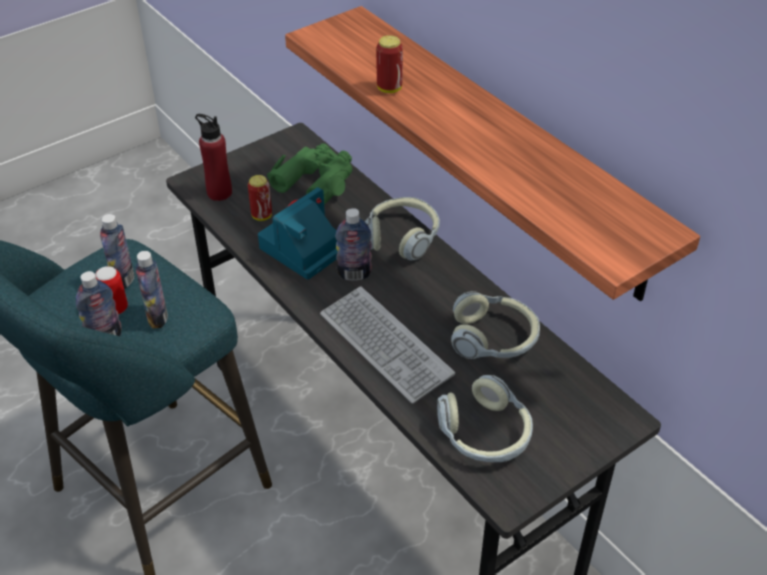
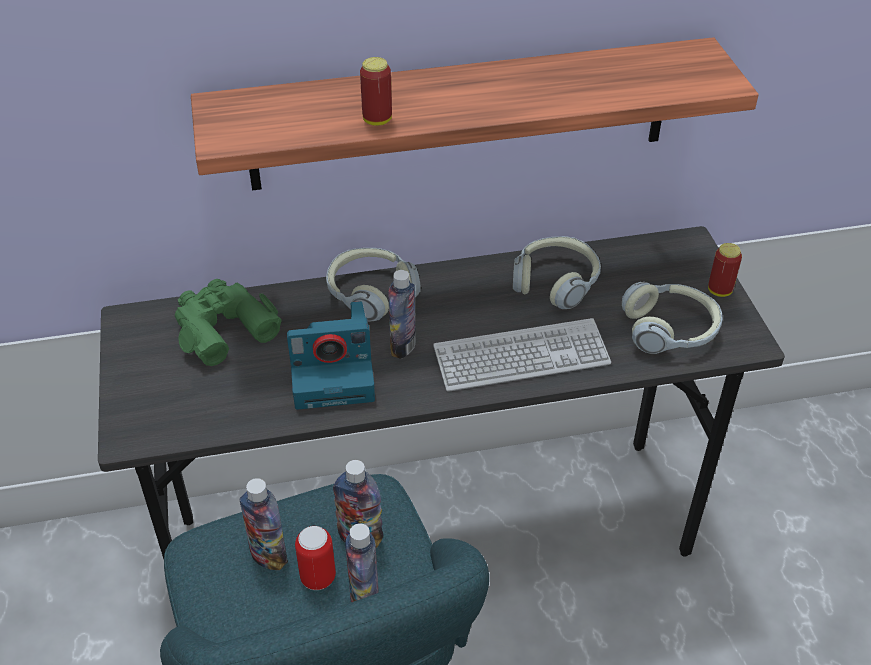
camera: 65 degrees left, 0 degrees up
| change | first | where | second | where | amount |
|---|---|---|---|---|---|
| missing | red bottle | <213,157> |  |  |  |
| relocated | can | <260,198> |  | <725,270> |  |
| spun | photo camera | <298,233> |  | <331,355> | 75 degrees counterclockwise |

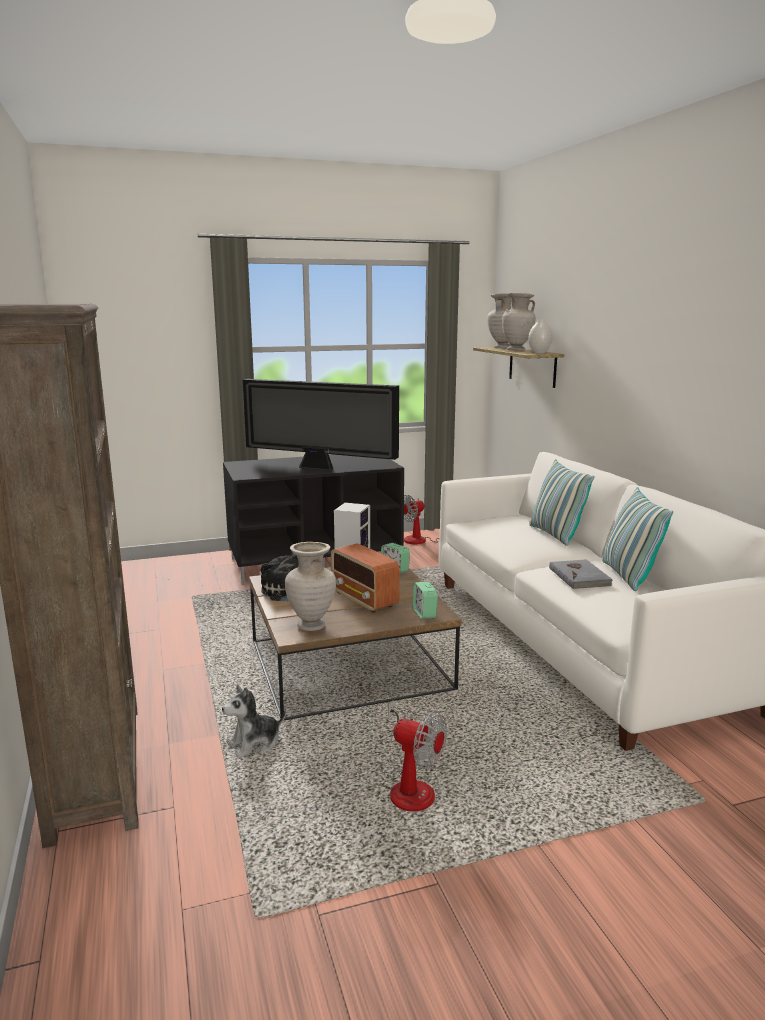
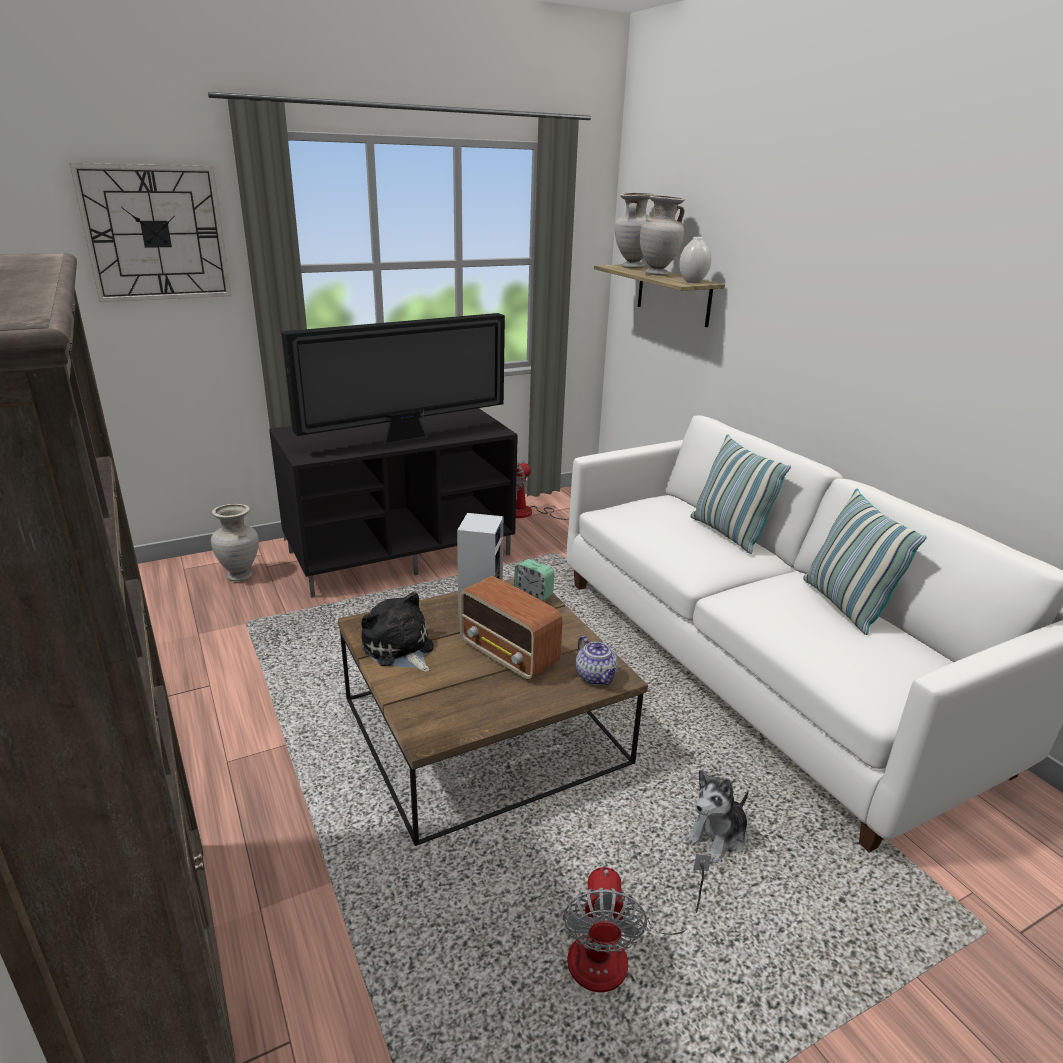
camera: 10 degrees left, 10 degrees up
| change | first | where | second | where | amount |
|---|---|---|---|---|---|
| missing | grey book | <581,574> |  |  |  |
| appeared |  |  | wall clock | <150,232> |  |
| relocated | plush toy | <254,721> |  | <716,816> |  |
| relocated | beige vase | <310,586> |  | <235,542> |  |
| exchanged | alarm clock | <425,600> | teapot | <597,660> |  |
| spun | television | <321,425> |  | <393,379> | 45 degrees counterclockwise |
| spun | fan | <414,755> |  | <637,923> | 75 degrees clockwise |

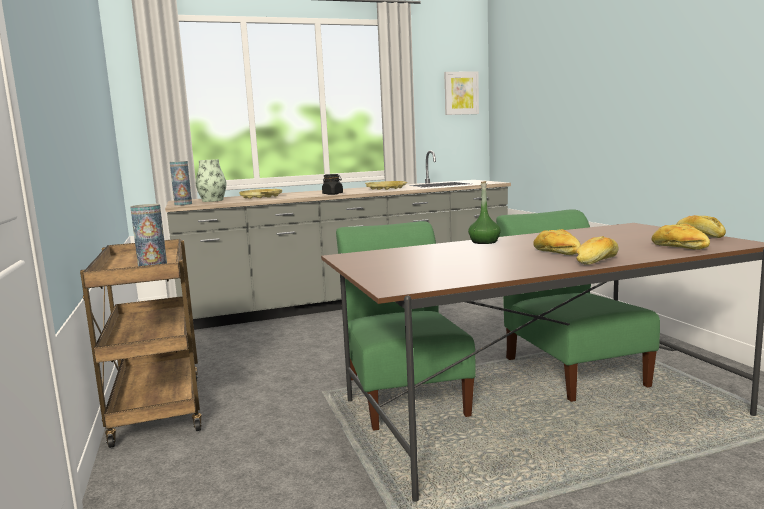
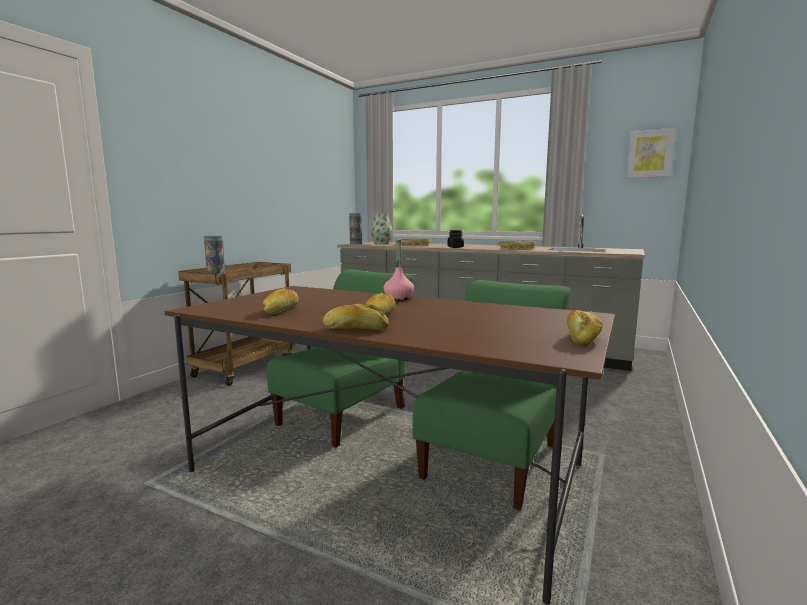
camera: 45 degrees right, 0 degrees up
| change | first | where | second | where | amount |
|---|---|---|---|---|---|
| relocated | bread | <681,237> |  | <280,301> |  |
| colour | green bottle | <484,212> | pink bottle | <399,270> |  |

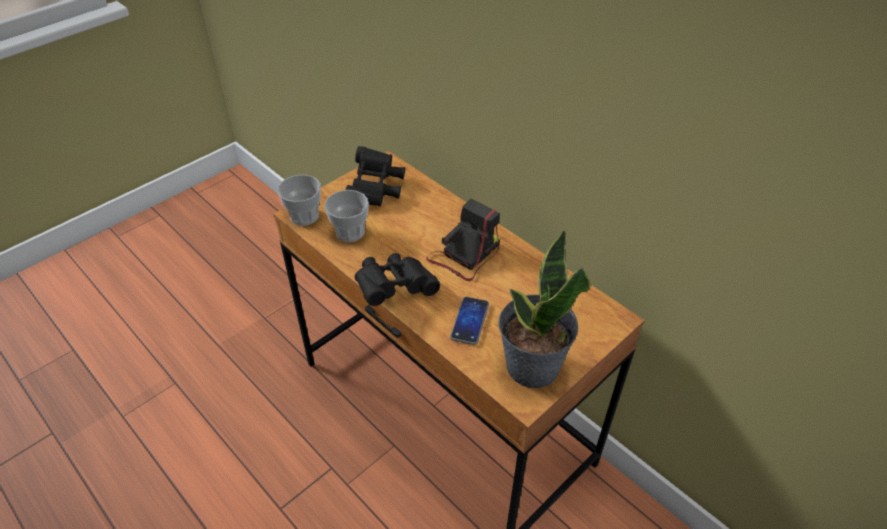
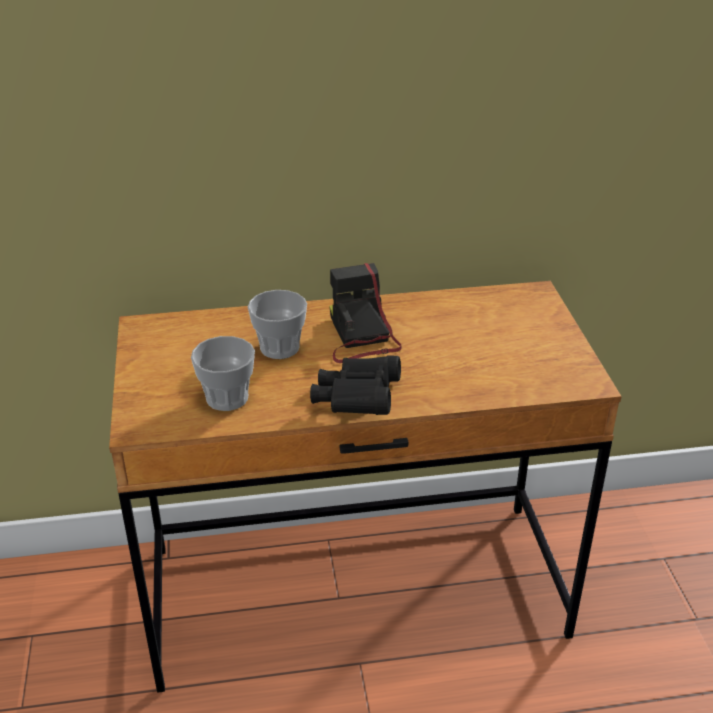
camera: 55 degrees left, 10 degrees down
| change | first | where | second | where | amount |
|---|---|---|---|---|---|
| missing | black binoculars | <375,176> |  |  |  |
| missing | phone | <469,321> |  |  |  |
| missing | potted plant | <544,308> |  |  |  |
| relocated | cup | <299,200> |  | <277,324> |  |

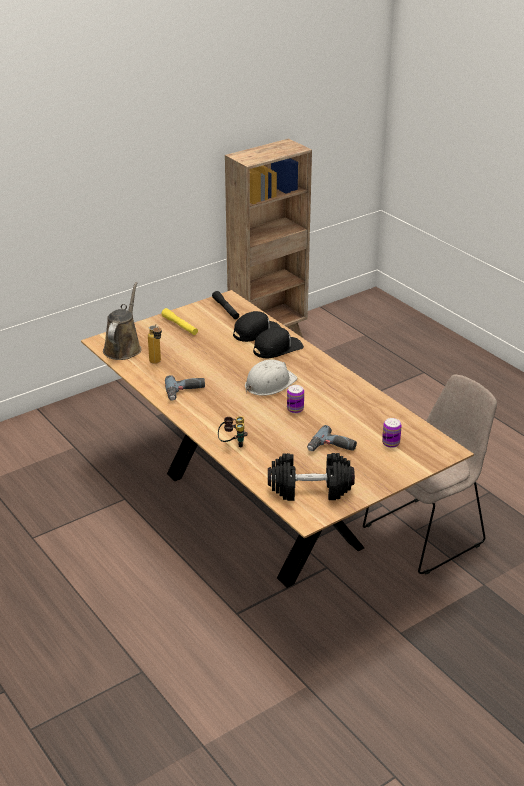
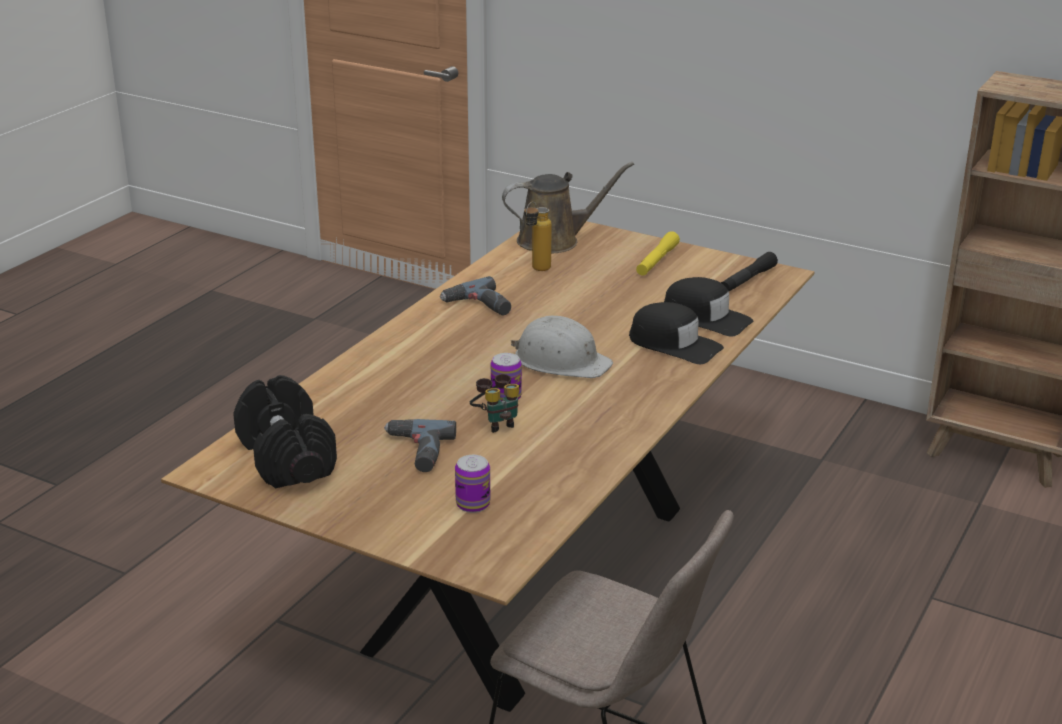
camera: 65 degrees right, 5 degrees down
| change | first | where | second | where | amount |
|---|---|---|---|---|---|
| relocated | binoculars | <233,431> |  | <494,403> |  |

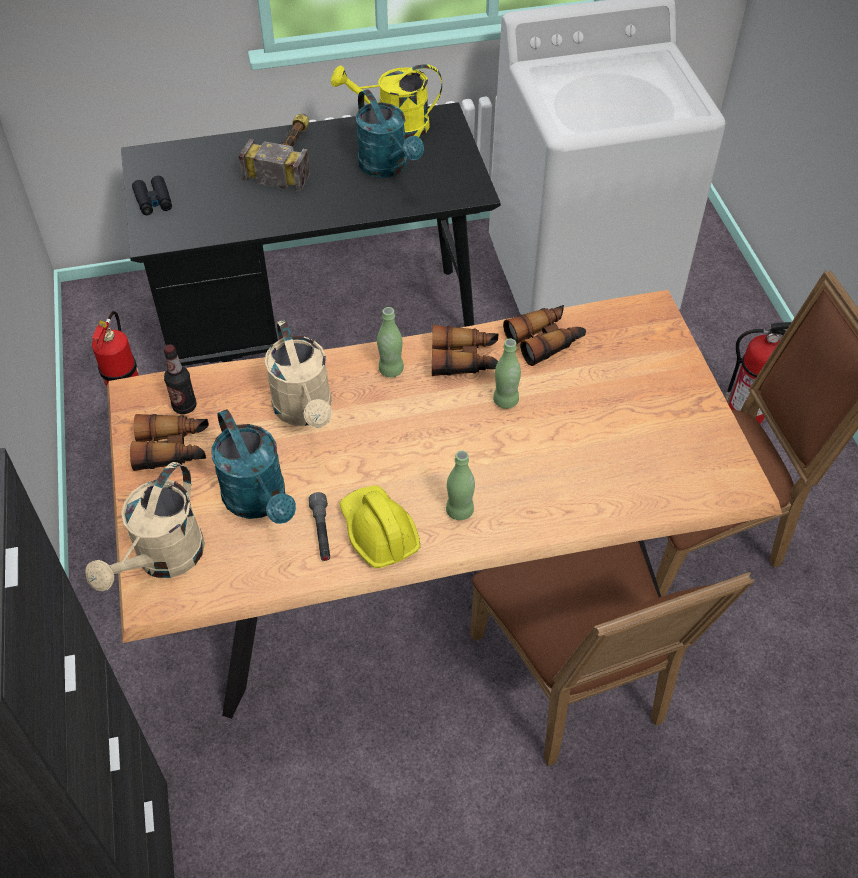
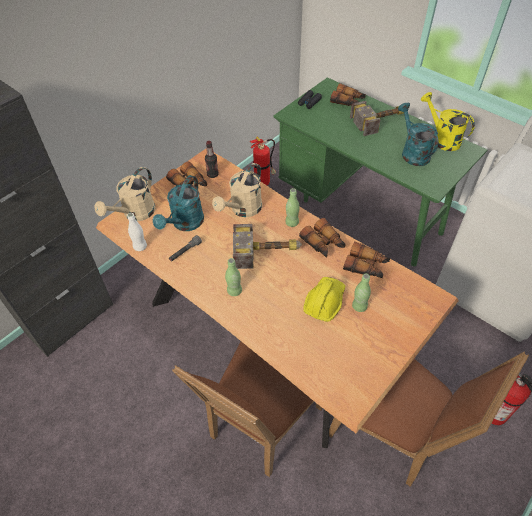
camera: 55 degrees right, 0 degrees up
| change | first | where | second | where | amount |
|---|---|---|---|---|---|
| appeared |  |  | white bottle | <137,232> |  |
| appeared |  |  | hammer | <267,246> |  |
| appeared |  |  | binoculars | <348,94> |  |
| relocated | yellow hard hat | <380,526> |  | <324,299> |  |
| relocated | green bottle | <507,373> |  | <361,293> |  |
| colour | black desk | <311,234> | green desk | <380,171> |  |
| spun | beige watering can | <145,526> |  | <124,194> | 45 degrees counterclockwise |
| spun | turquoise watering can | <390,134> |  | <418,134> | 135 degrees clockwise |

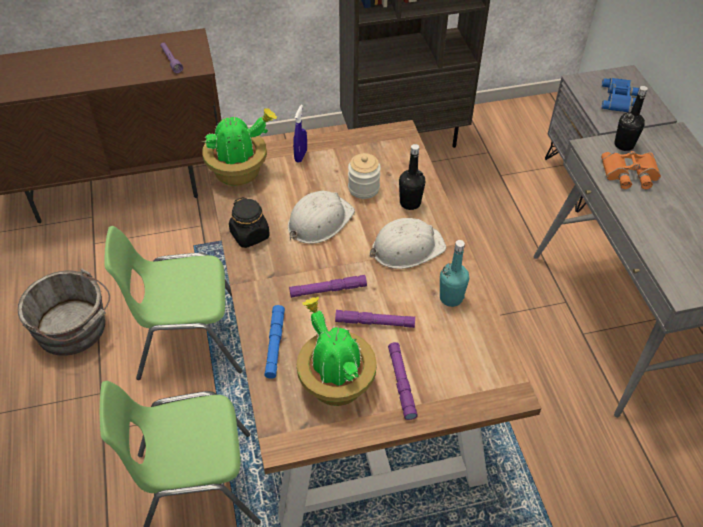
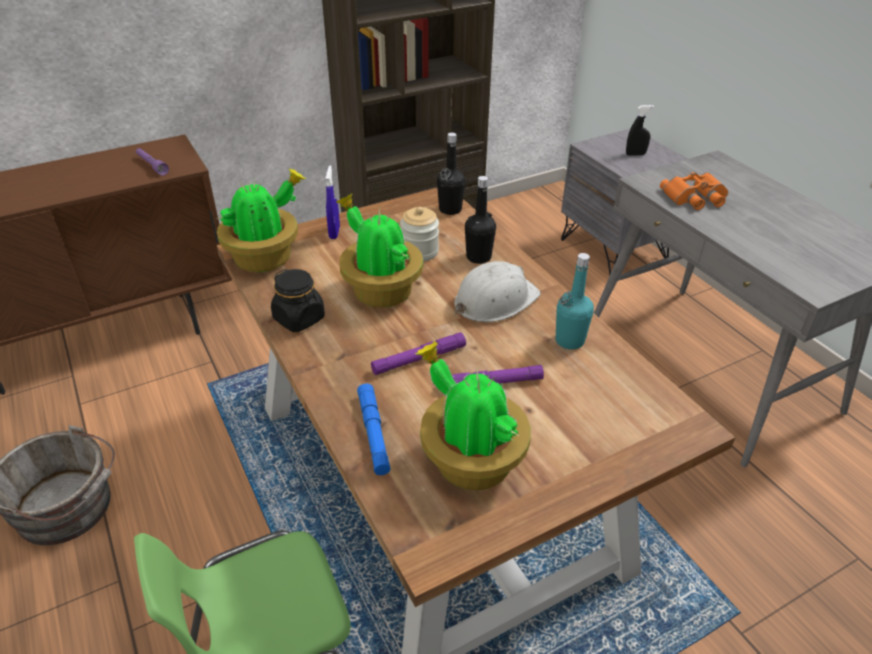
camera: 15 degrees left, 10 degrees down
| change | first | where | second | where | amount |
|---|---|---|---|---|---|
| missing | green chair | <173,303> |  |  |  |
| missing | purple flashlight | <403,381> |  |  |  |
| relocated | black bottle | <631,118> |  | <451,174> |  |
| exchanged | white hard hat | <321,217> | potted plant | <379,250> |  |
| exchanged | blue binoculars | <620,95> | black spray bottle | <640,130> |  |

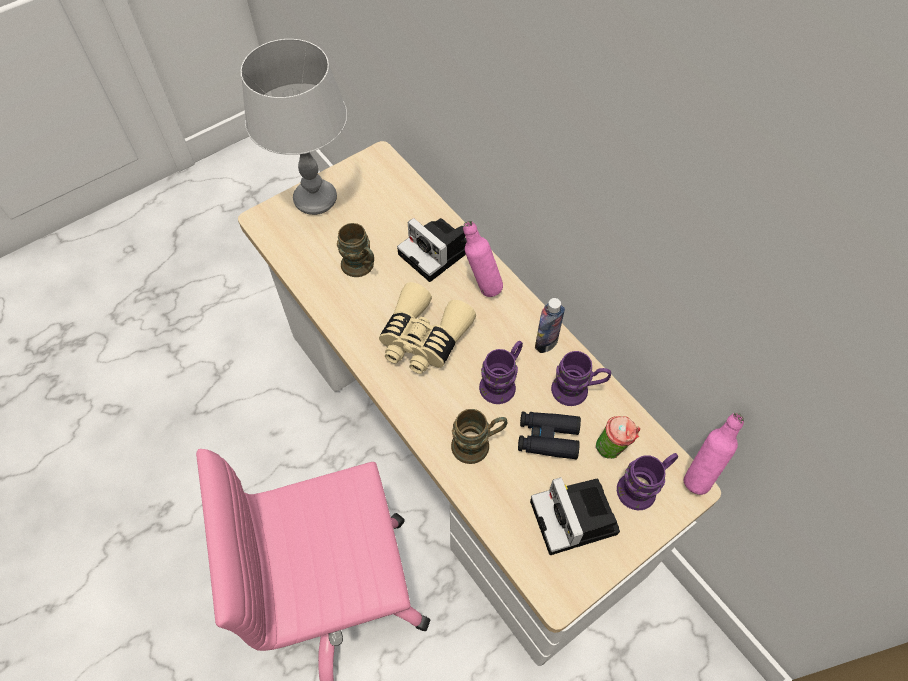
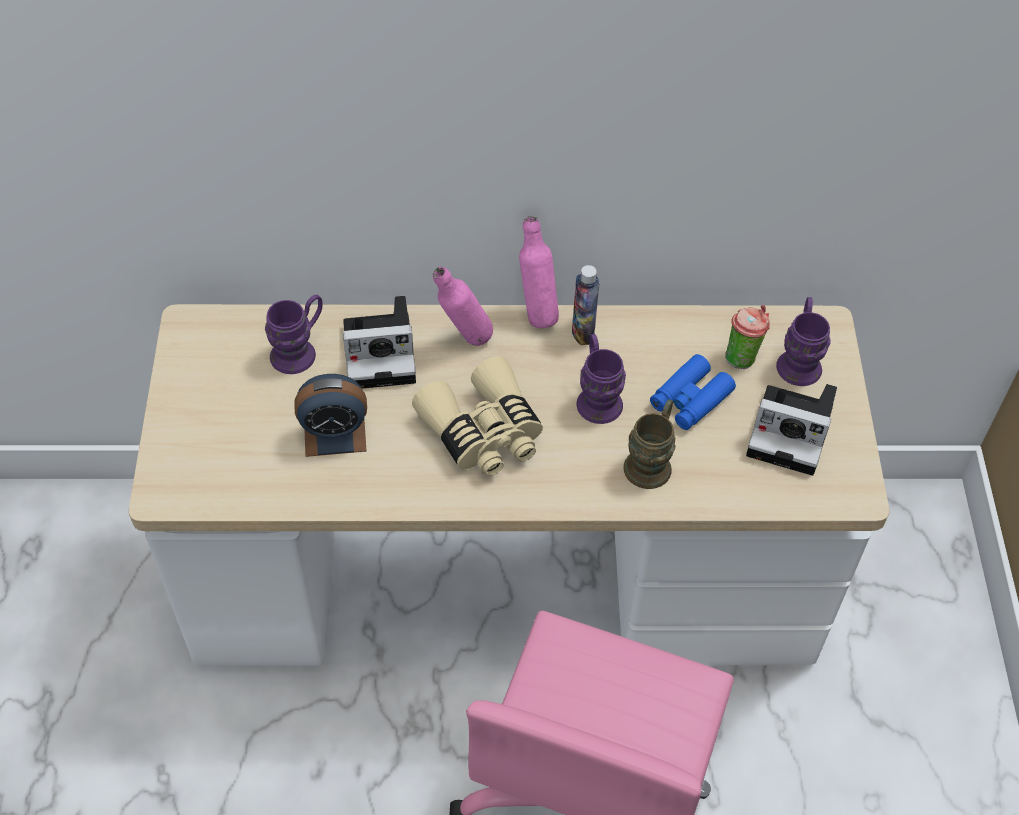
camera: 55 degrees left, 5 degrees down
| change | first | where | second | where | amount |
|---|---|---|---|---|---|
| missing | grey table lamp | <294,127> |  |  |  |
| relocated | purple mug | <581,378> |  | <294,334> |  |
| relocated | pink bottle | <714,454> |  | <539,272> |  |
| exchanged | brown mug | <355,250> | alarm clock | <330,415> |  |
| colour | black binoculars | <549,435> | blue binoculars | <693,392> |  |

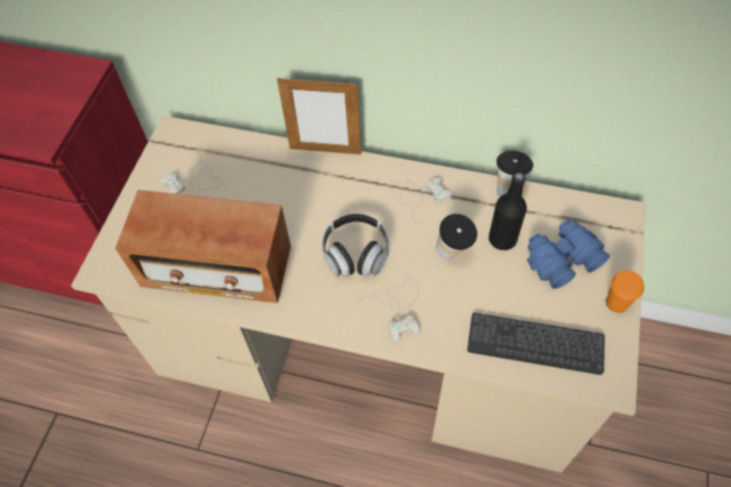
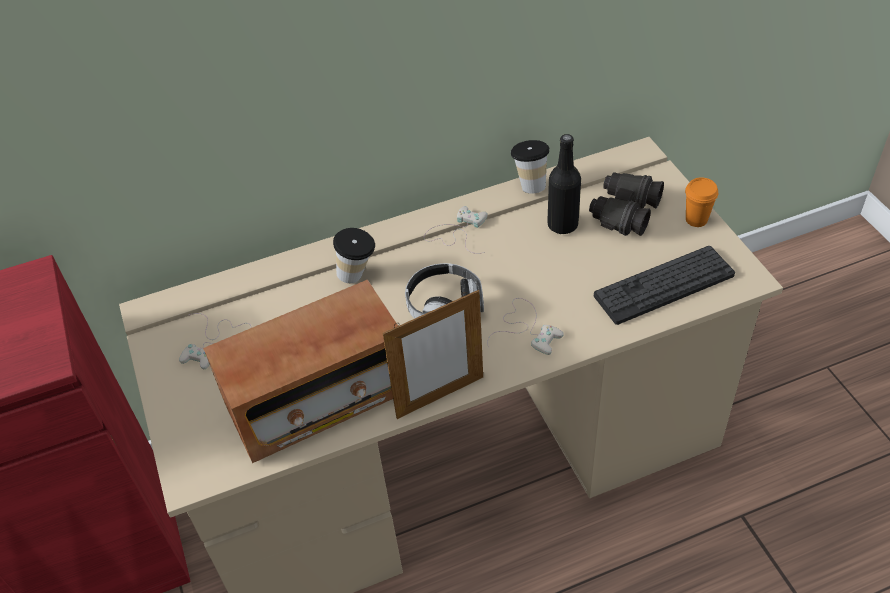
camera: 35 degrees left, 10 degrees down
| change | first | where | second | where | amount |
|---|---|---|---|---|---|
| relocated | picture frame | <319,116> |  | <432,354> |  |
| relocated | cup | <456,236> |  | <354,255> |  |
| colour | blue binoculars | <568,254> | black binoculars | <626,204> |  |

